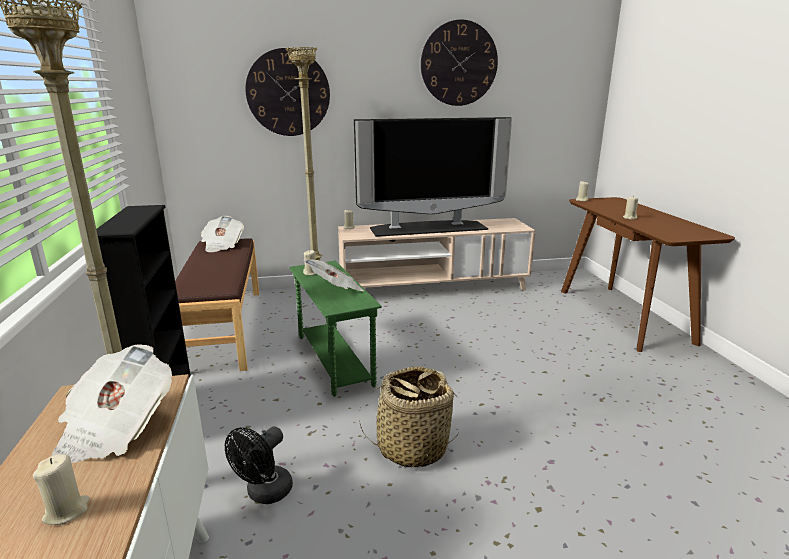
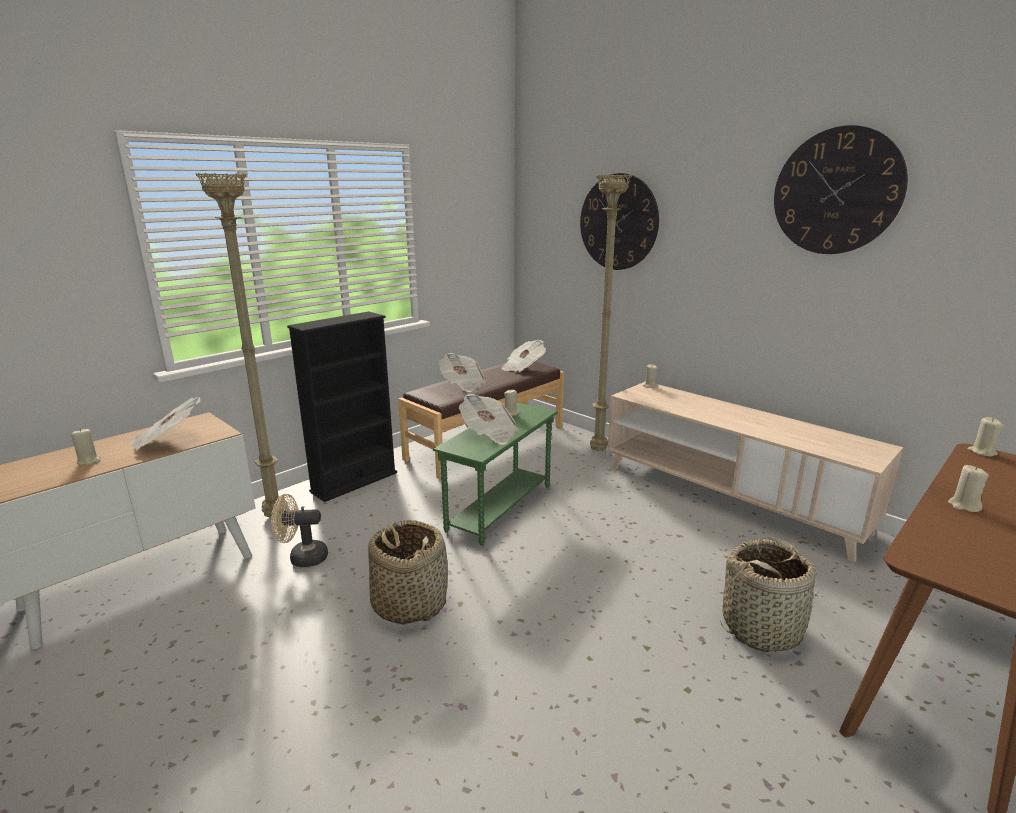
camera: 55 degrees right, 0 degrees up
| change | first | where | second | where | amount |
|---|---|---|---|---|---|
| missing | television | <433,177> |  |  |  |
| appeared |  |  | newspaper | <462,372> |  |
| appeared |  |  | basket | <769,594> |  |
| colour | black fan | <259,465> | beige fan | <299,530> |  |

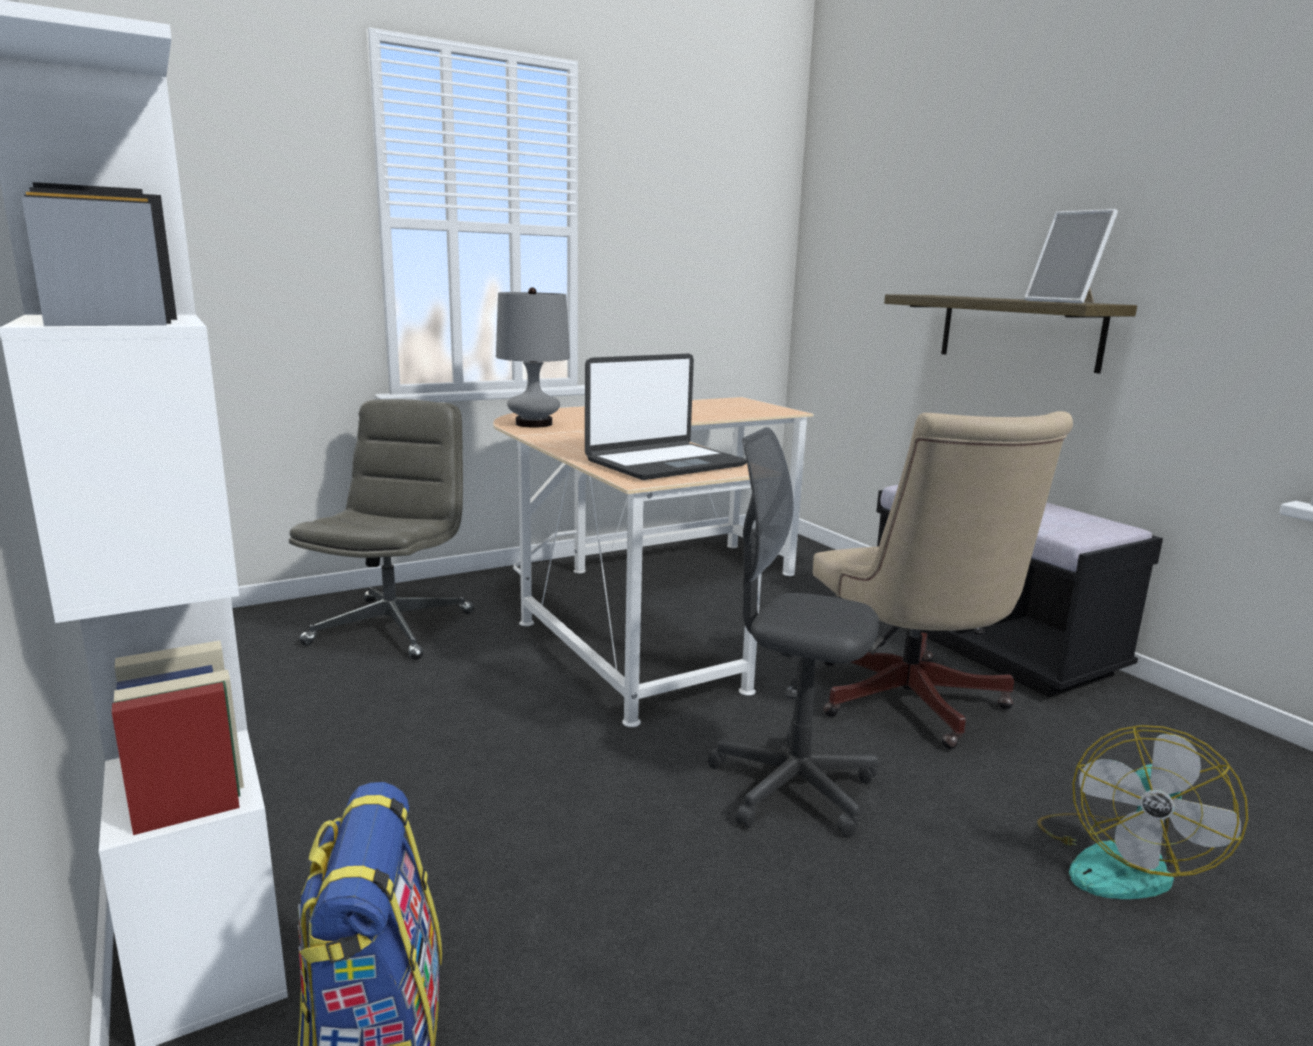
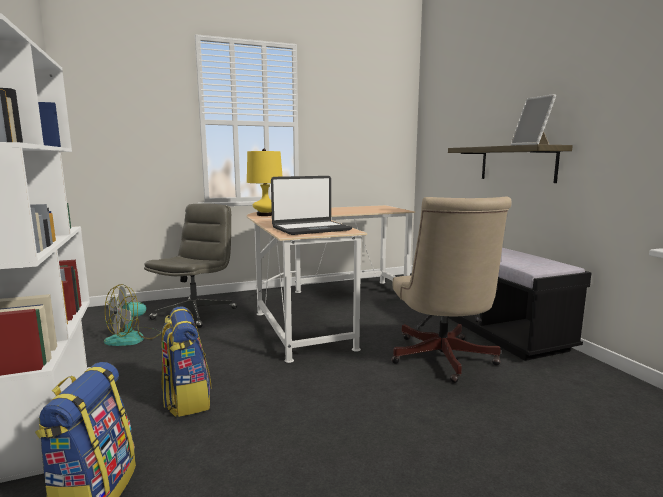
camera: 10 degrees right, 5 degrees down
| change | first | where | second | where | amount |
|---|---|---|---|---|---|
| missing | grey office chair | <793,632> |  |  |  |
| appeared |  |  | backpack | <186,361> |  |
| relocated | fan | <1142,812> |  | <132,315> |  |
| colour | grey table lamp | <533,357> | yellow table lamp | <265,182> |  |

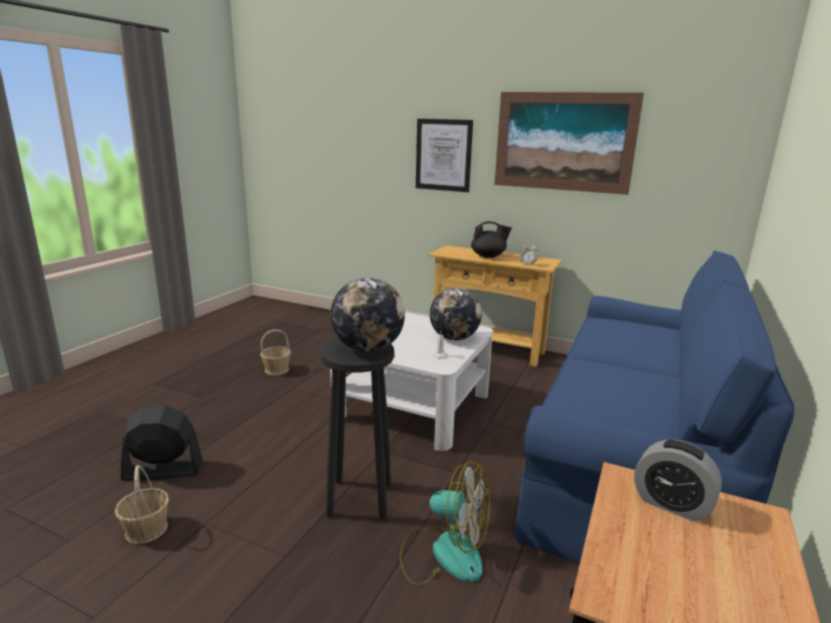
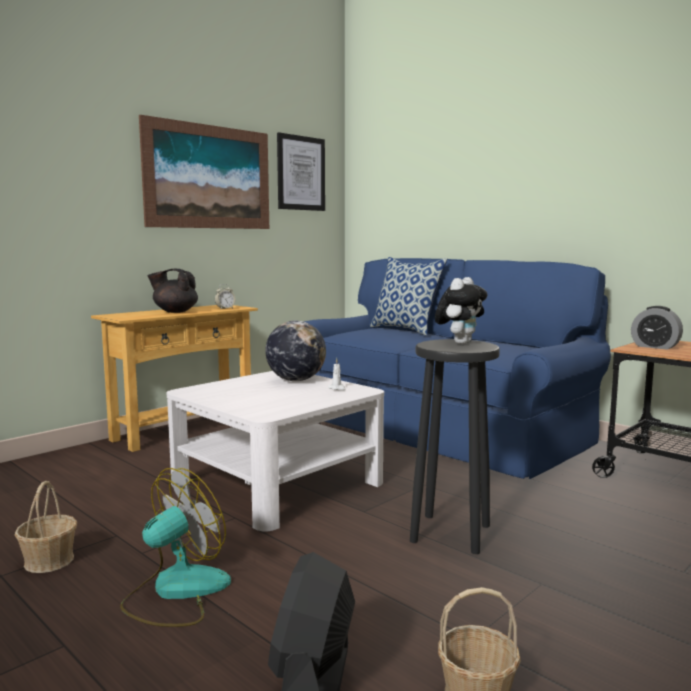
camera: 70 degrees left, 10 degrees down
| change | first | where | second | where | amount |
|---|---|---|---|---|---|
| appeared |  |  | pillow | <408,296> |  |
| relocated | fan | <445,523> |  | <175,547> |  |
| relocated | picture | <444,155> |  | <301,171> |  |
| exchanged | globe | <368,315> | plush toy | <461,310> |  |
| spun | black teapot | <491,239> |  | <173,291> | 105 degrees counterclockwise |
| spun | alarm clock | <678,480> |  | <657,328> | 75 degrees clockwise |

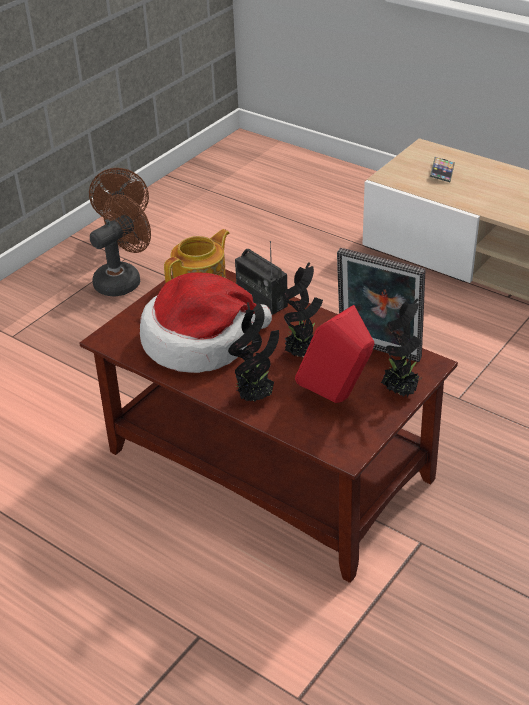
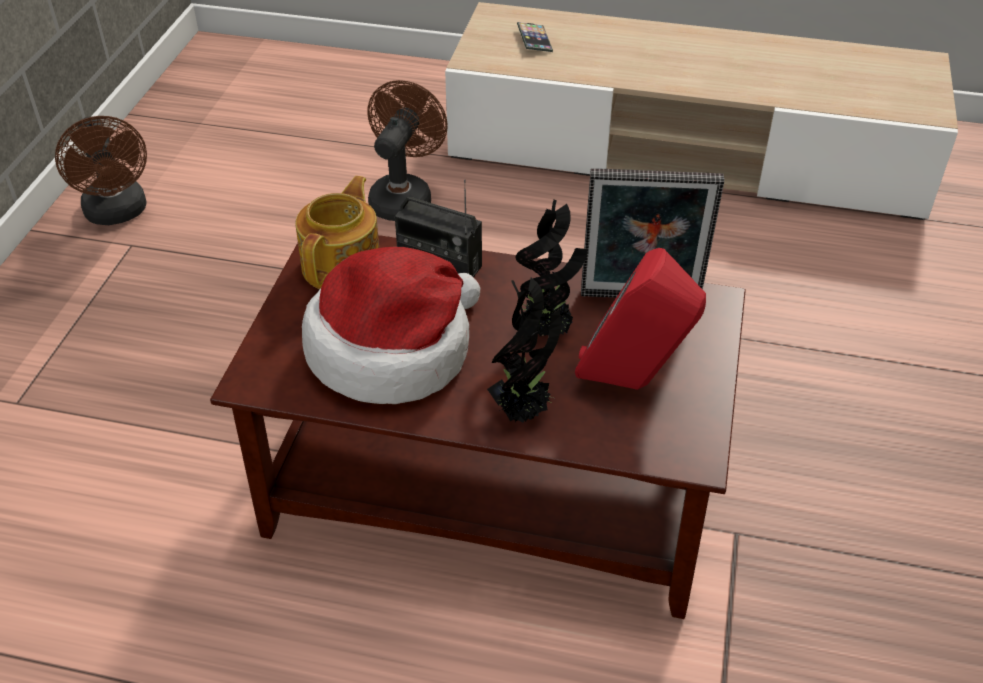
camera: 25 degrees left, 5 degrees up
| change | first | where | second | where | amount |
|---|---|---|---|---|---|
| missing | potted plant | <401,348> |  |  |  |
| relocated | brown fan | <120,245> |  | <407,150> |  |

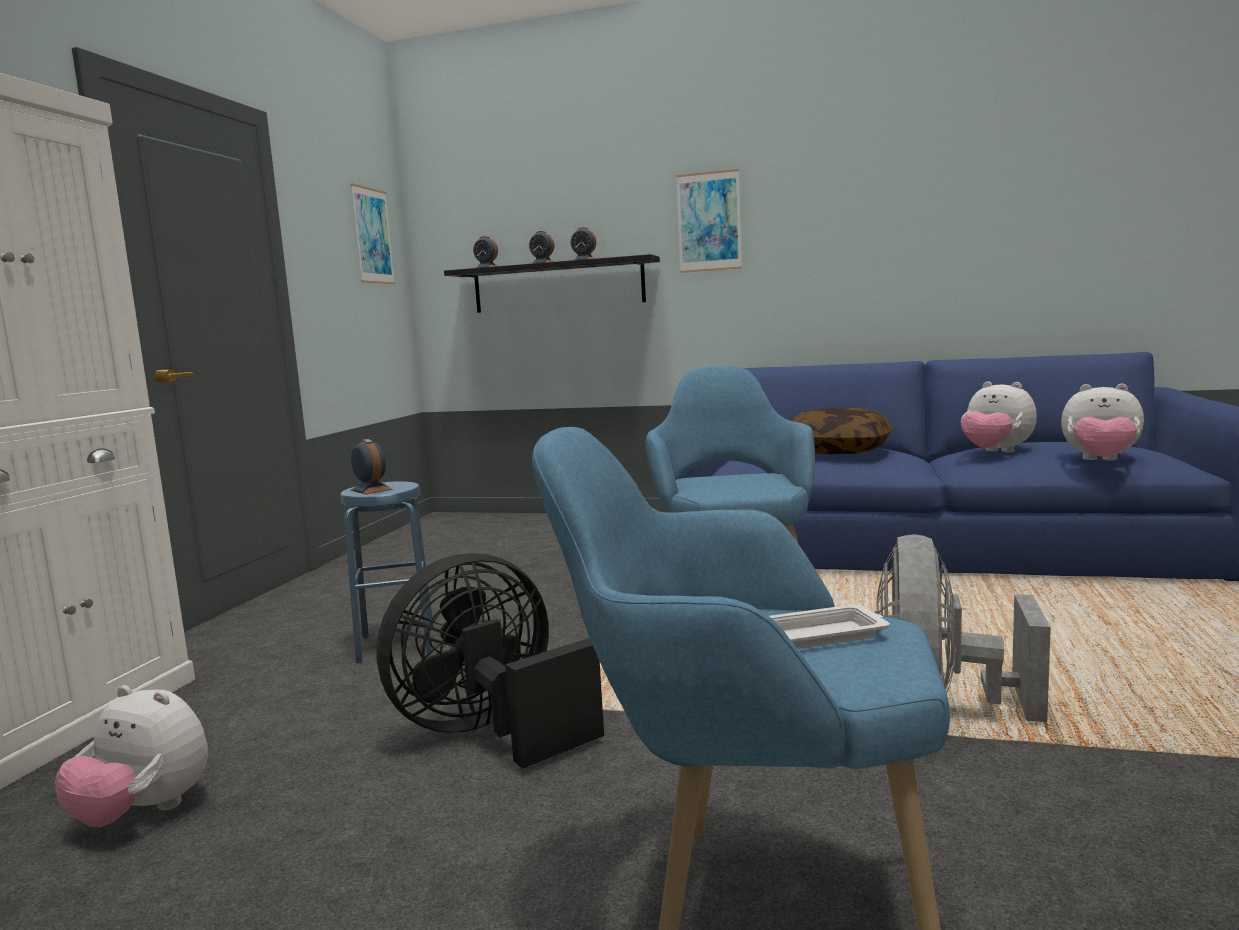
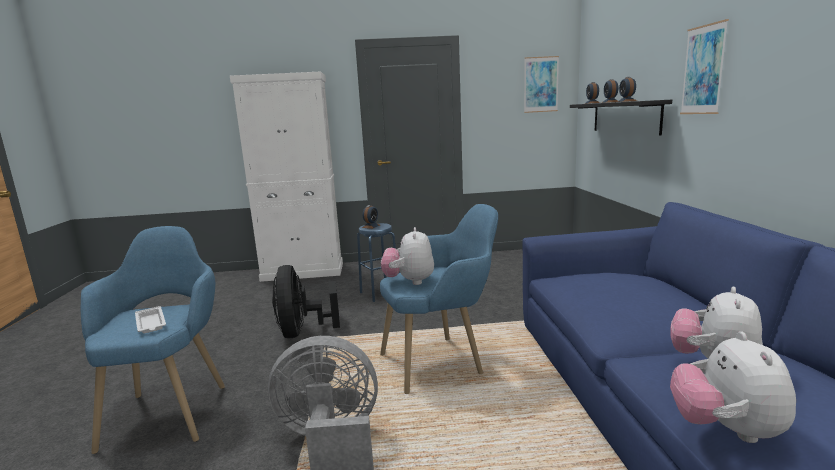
camera: 70 degrees right, 5 degrees up
| change | first | where | second | where | amount |
|---|---|---|---|---|---|
| missing | pillow | <841,431> |  |  |  |
| relocated | plush toy | <131,756> |  | <407,256> |  |
| spun | black fan | <490,661> |  | <306,301> | 135 degrees counterclockwise |

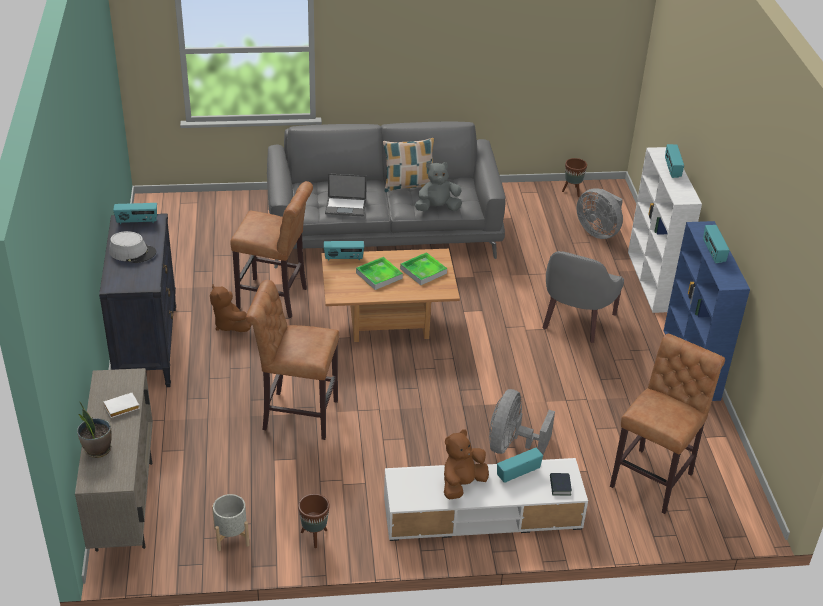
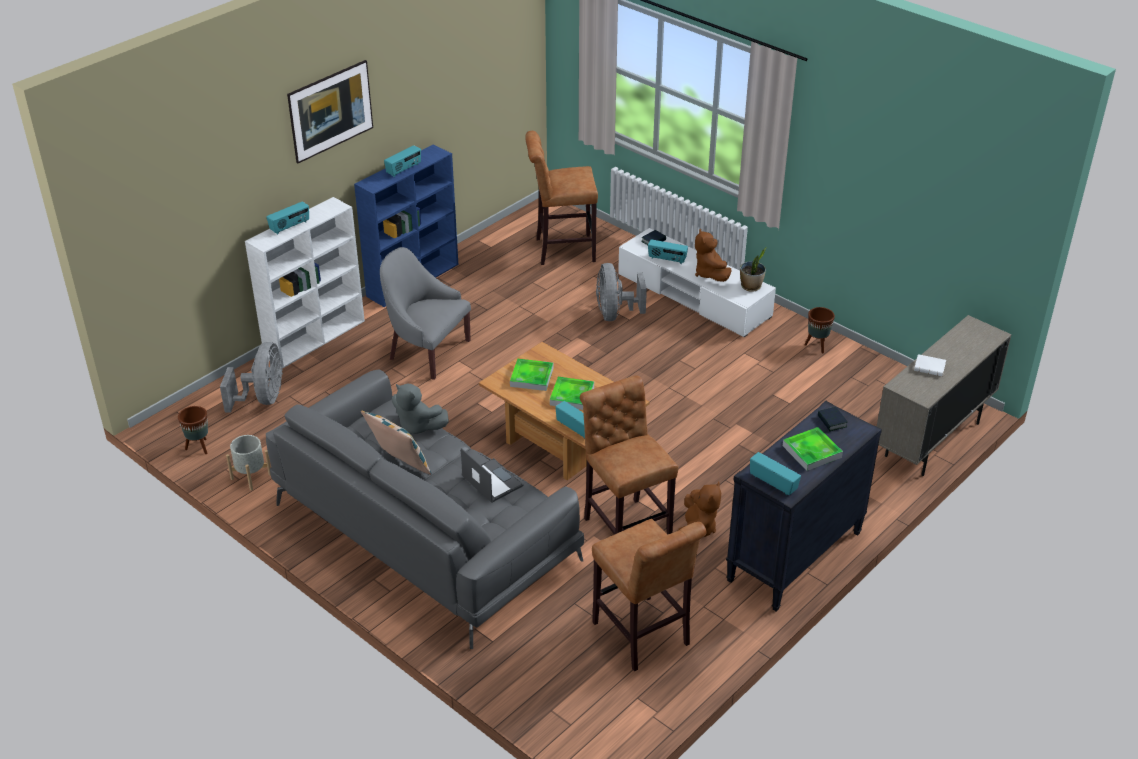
camera: 130 degrees left, 0 degrees up
| change | first | where | second | where | amount |
|---|---|---|---|---|---|
| appeared |  |  | picture | <330,111> |  |
| appeared |  |  | book | <832,419> |  |
| relocated | potted plant | <94,429> |  | <753,269> |  |
| relocated | grey planter | <230,522> |  | <248,462> |  |
| relocated | brown stool | <292,360> |  | <649,595> |  |
| exchanged | grey hat | <132,247> | tray | <813,449> |  |
| spun | brown plush toy | <466,464> |  | <713,255> | 75 degrees clockwise |
| spun | grey fan | <522,422> |  | <621,292> | 105 degrees clockwise |
| spun | grey armchair | <583,297> |  | <425,313> | 135 degrees counterclockwise |

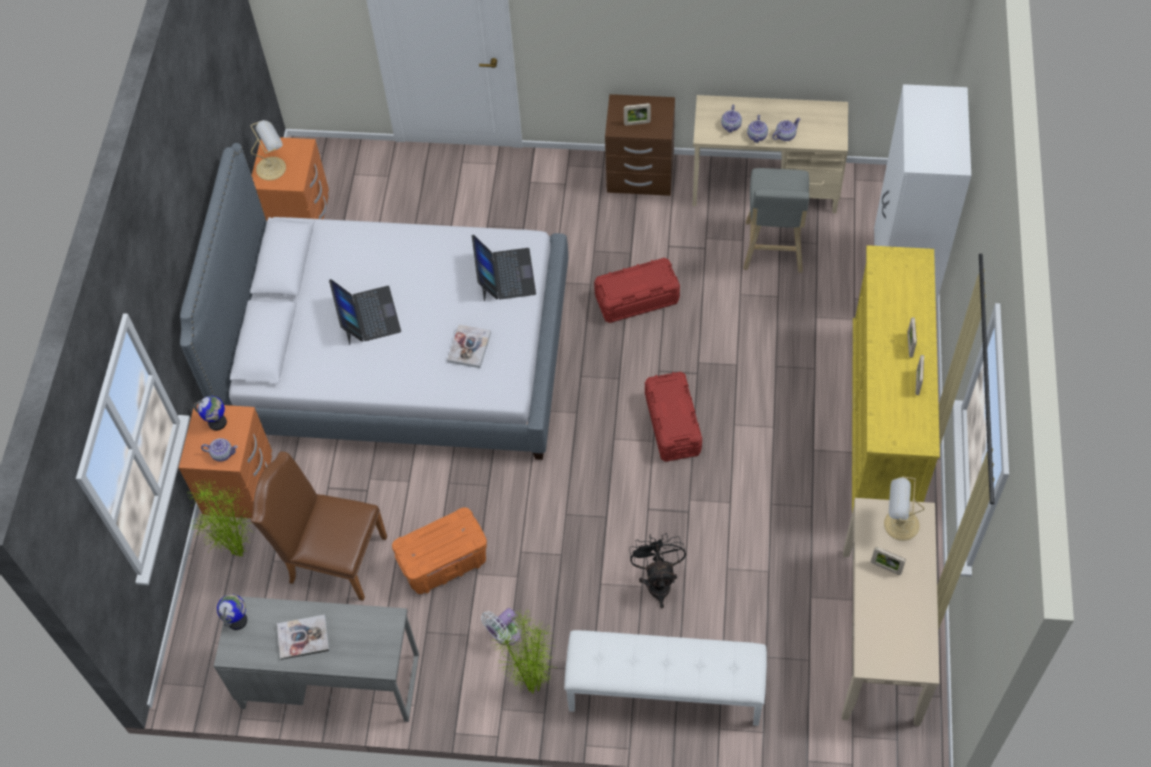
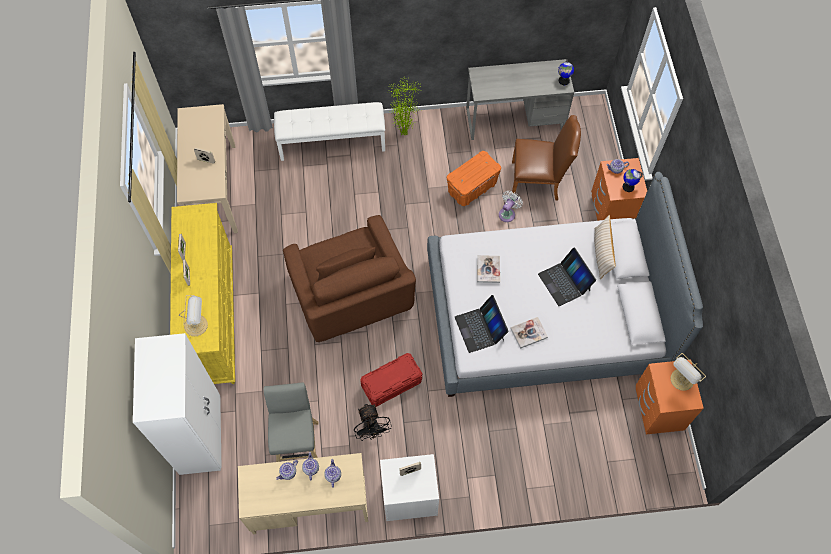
camera: 165 degrees right, 5 degrees up
| change | first | where | second | where | amount |
|---|---|---|---|---|---|
| missing | potted plant | <220,518> |  |  |  |
| appeared |  |  | beige pillow | <605,247> |  |
| relocated | book | <303,637> |  | <529,333> |  |
| relocated | white fan | <501,626> |  | <511,206> |  |
| relocated | black fan | <657,570> |  | <373,422> |  |
| relocated | table lamp | <904,508> |  | <193,315> |  |
| exchanged | red storage box | <673,417> | brown armchair | <349,278> |  |
| colour | brown nightstand | <640,145> | white nightstand | <409,487> |  |

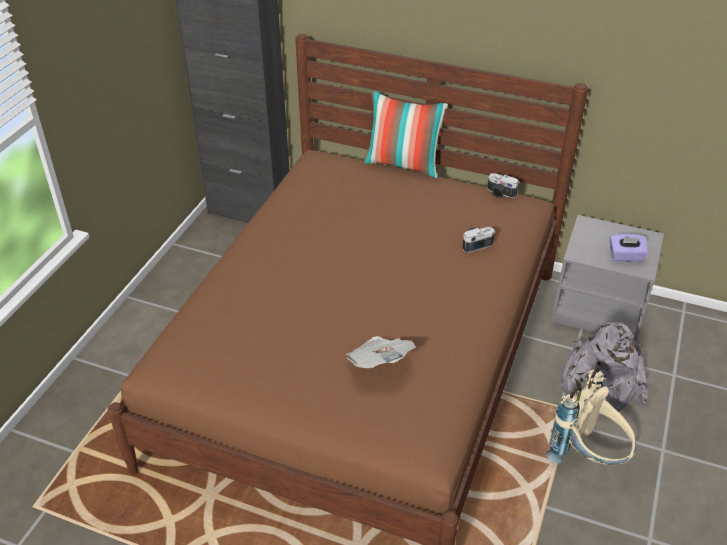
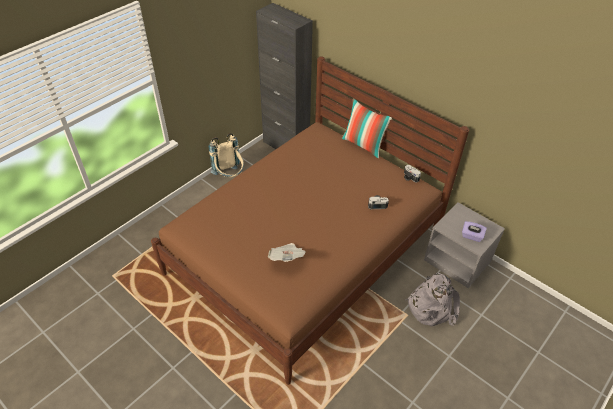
camera: 20 degrees right, 5 degrees up
| change | first | where | second | where | amount |
|---|---|---|---|---|---|
| relocated | beige backpack | <591,416> |  | <226,155> |  |

